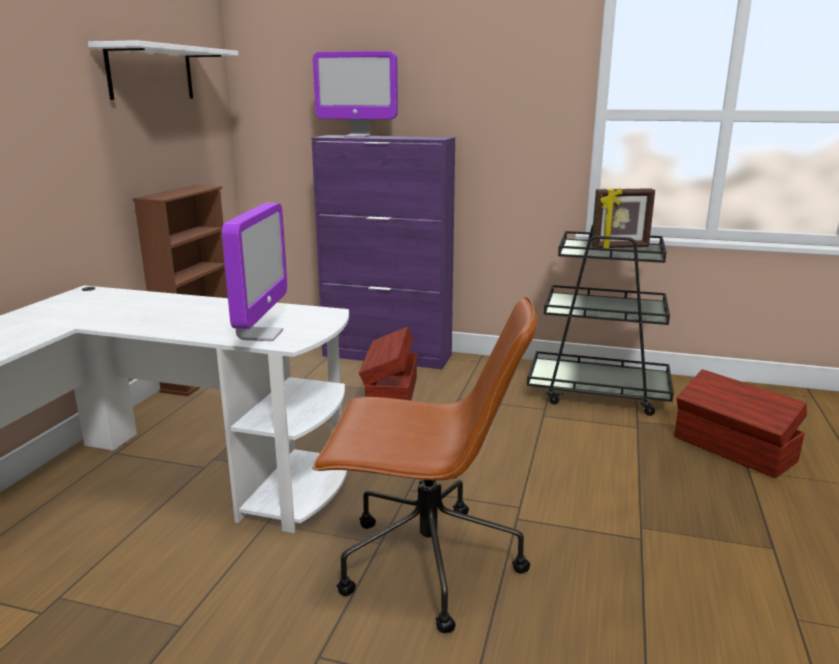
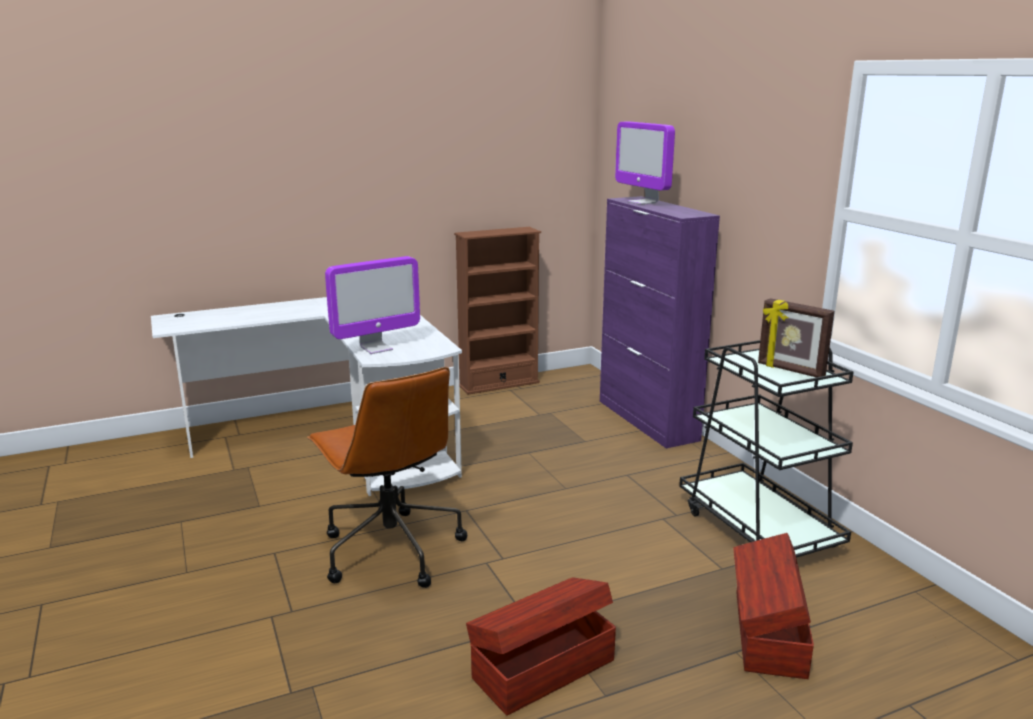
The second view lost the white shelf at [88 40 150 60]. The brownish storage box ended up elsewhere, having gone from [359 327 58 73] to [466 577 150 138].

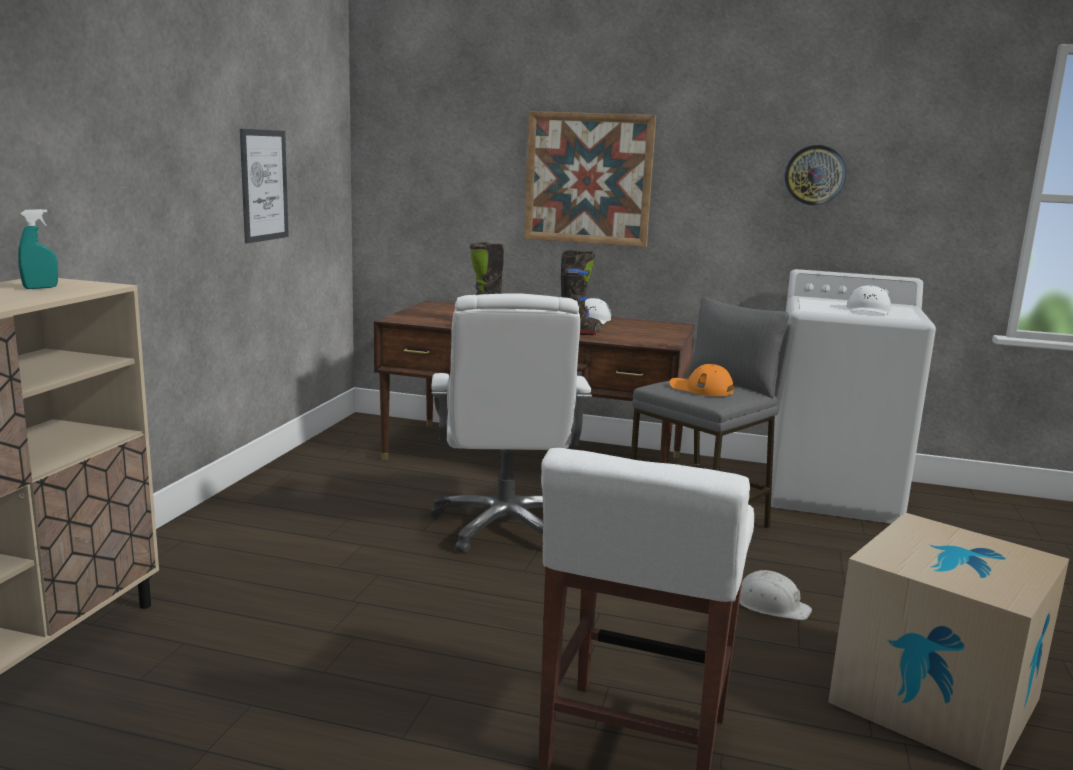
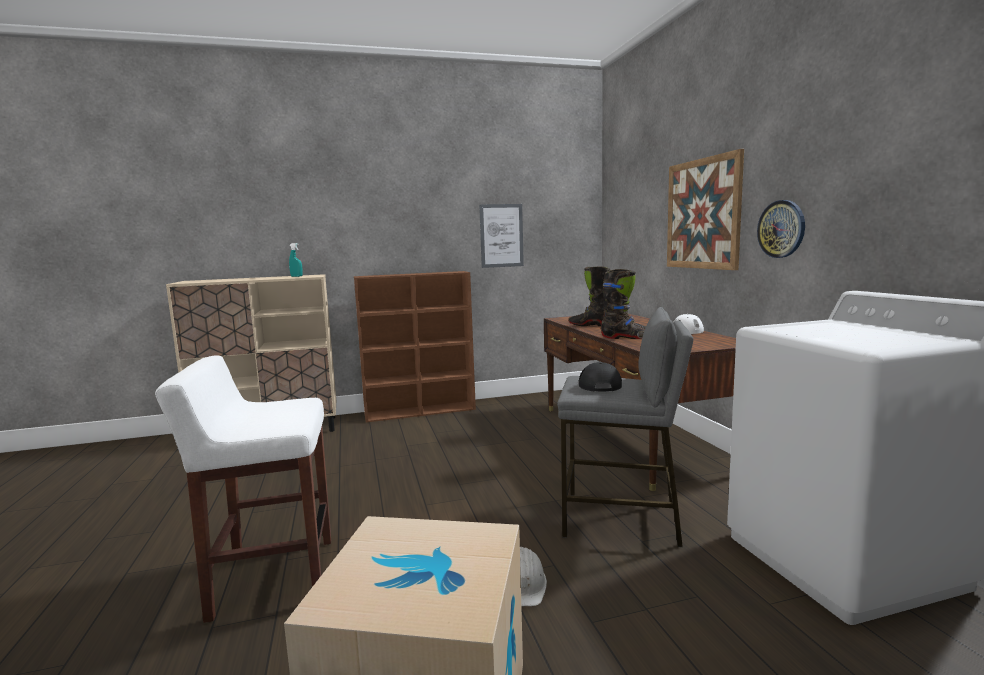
The second view lost the white computer chair at [430 293 162 260]. The second view lost the white peaked cap at [847 285 44 30]. The second view gained the brownish bookcase at [354 271 122 151]. The clock on the wall ended up elsewhere, having gone from [785 145 61 61] to [757 200 48 58]. What was the orange peaked cap at [670 364 64 32] turned into the blackish peaked cap at [579 362 43 30].

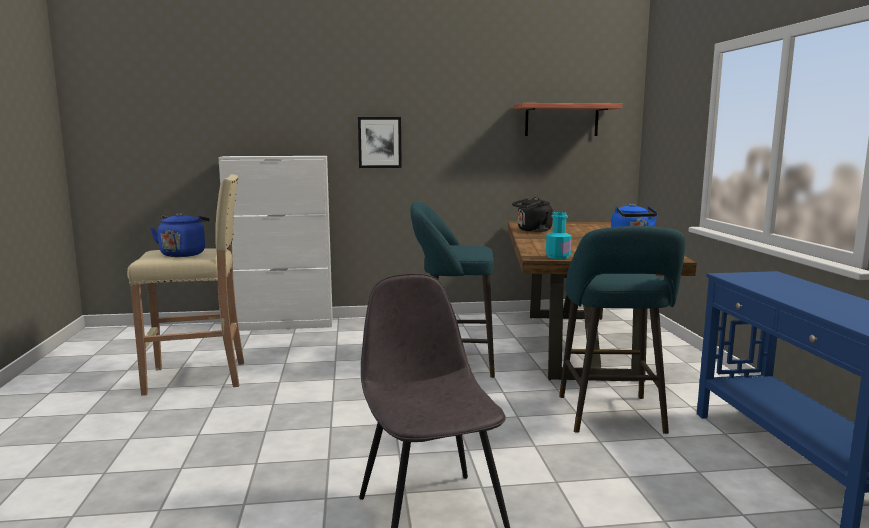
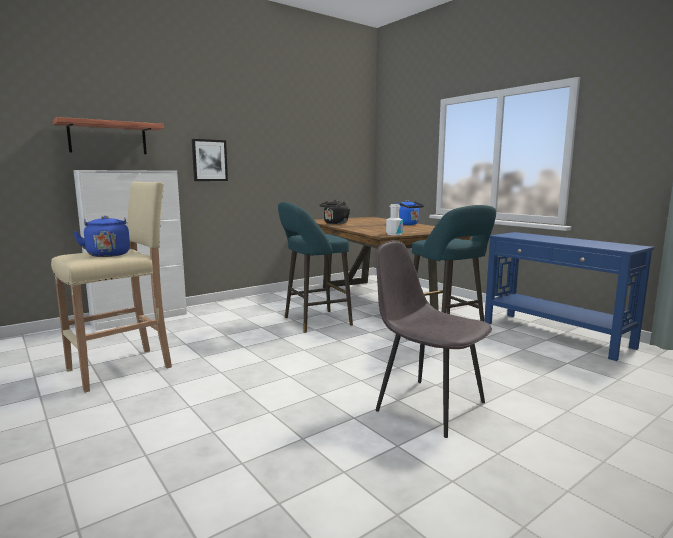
The shelf ended up elsewhere, having gone from [515 103 107 33] to [53 117 111 37]. What was the blue-green bottle at [546 212 26 47] turned into the white bottle at [386 204 17 31].

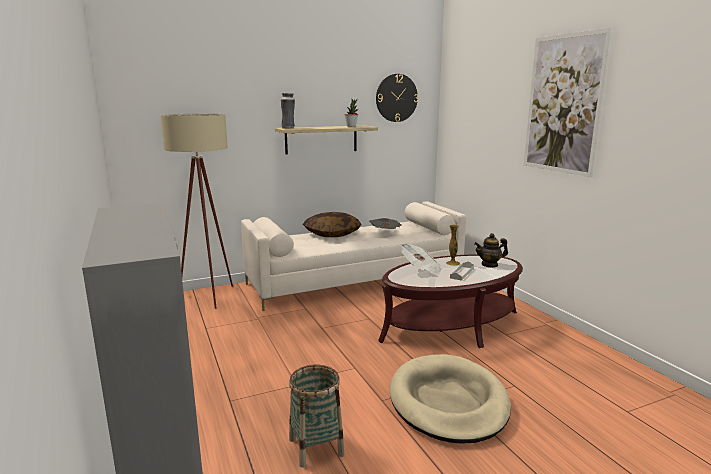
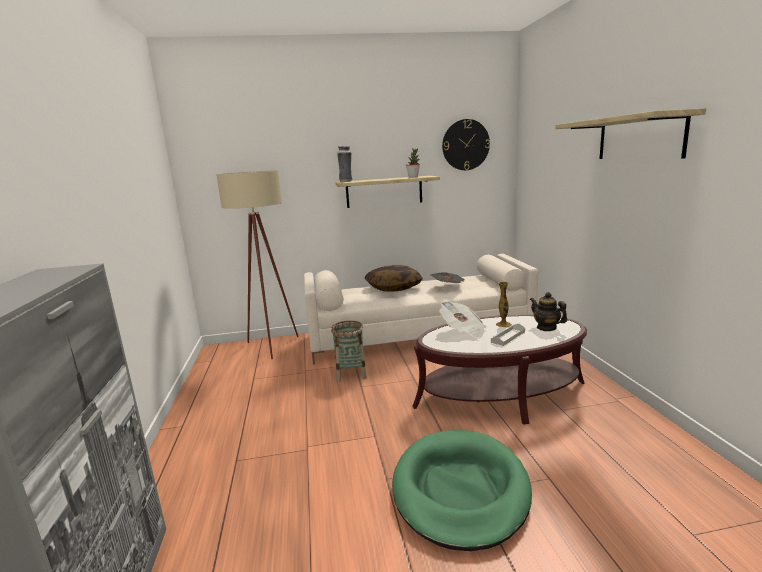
The household basket ended up elsewhere, having gone from [289 365 55 103] to [331 321 36 61]. Where the wall picture hung at [524 28 88 149], the shelf came to hang at [555 108 151 51]. What was the sand-coloured dog cushion at [390 354 121 90] turned into the green-coloured dog cushion at [392 430 140 121]. The pot for tea at [474 233 34 35] ended up facing another way, 45 degrees clockwise from before.

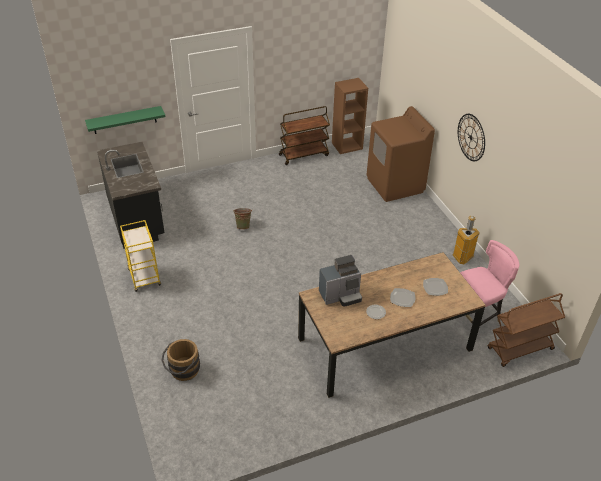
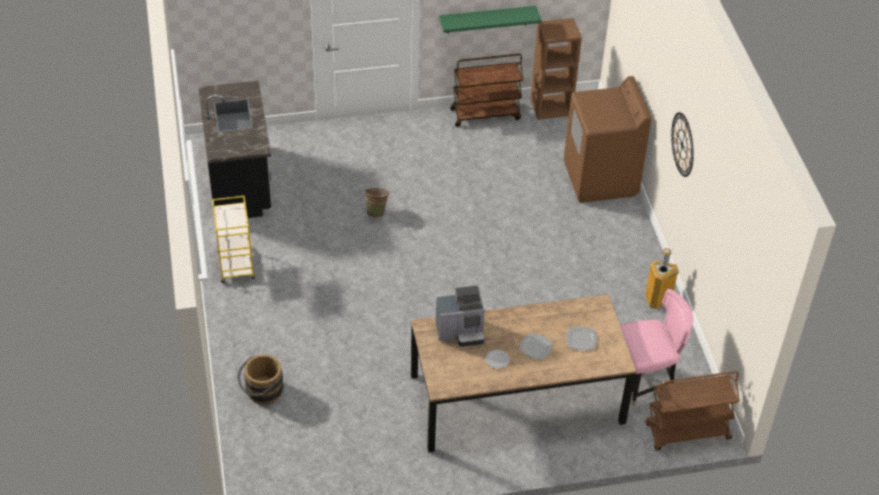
The green-coloured shelf ended up elsewhere, having gone from [85 106 80 28] to [439 6 103 27].

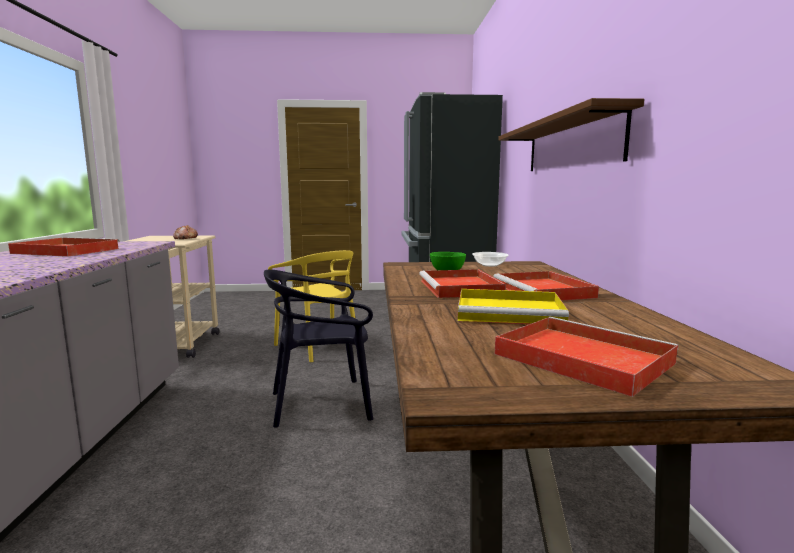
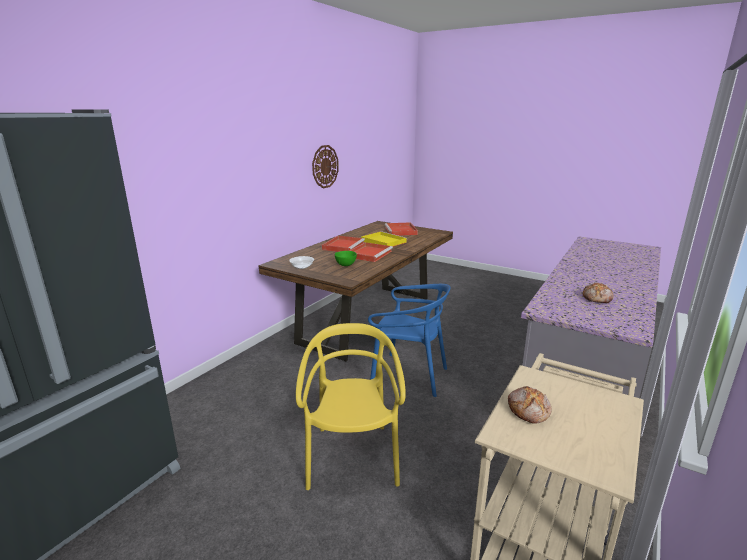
The second view lost the brownish shelf at [498 98 147 73]. The second view gained the clock on the wall at [312 145 27 43]. Where the red serving tray stood at [8 237 112 20], the bakery bread came to stand at [583 283 31 20]. What was the blackish upright chair at [264 269 109 159] turned into the bluish upright chair at [368 284 83 113].

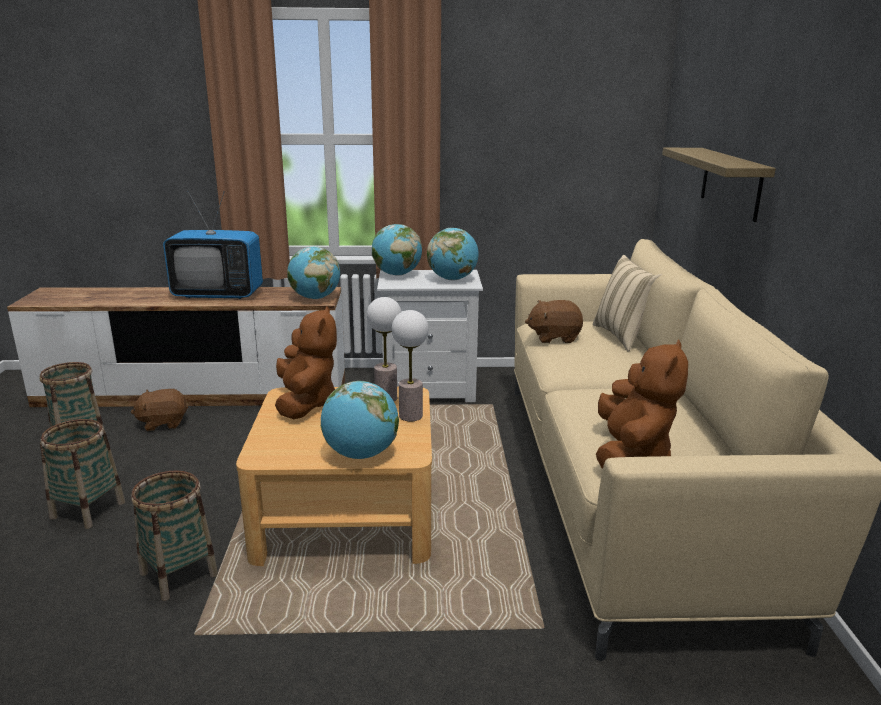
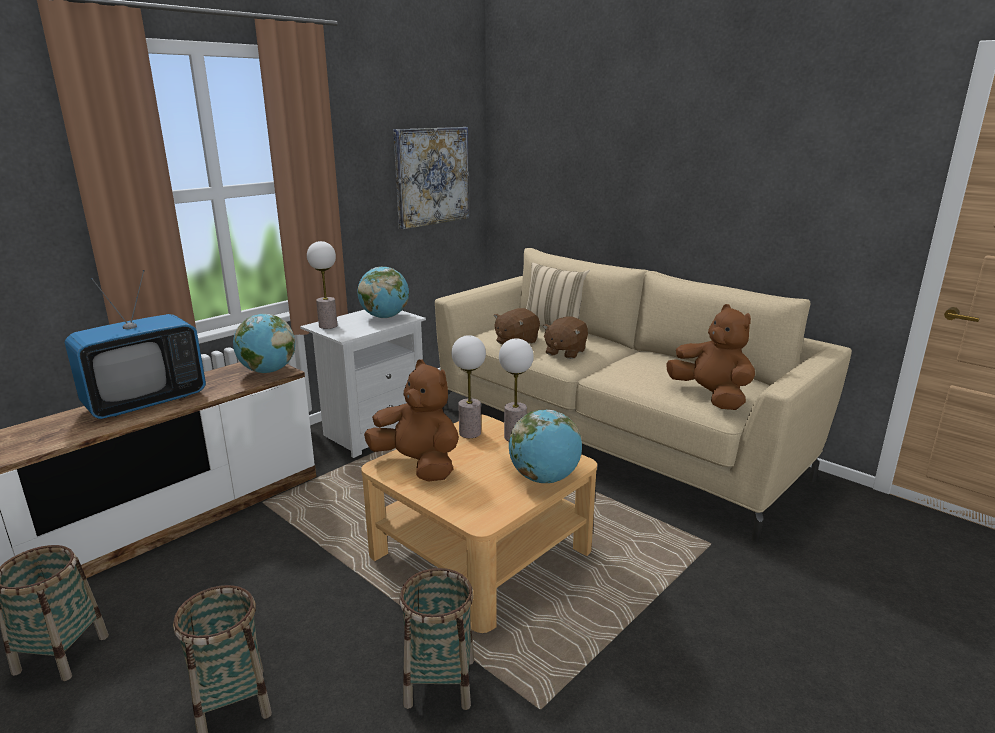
The second view lost the shelf at [662 148 114 74]. The second view gained the wall picture at [393 127 76 102]. The brownish soft toy ended up elsewhere, having gone from [131 389 57 42] to [543 316 45 43]. Where the globe stood at [372 224 50 52], the lamp for a table came to stand at [307 241 30 88].

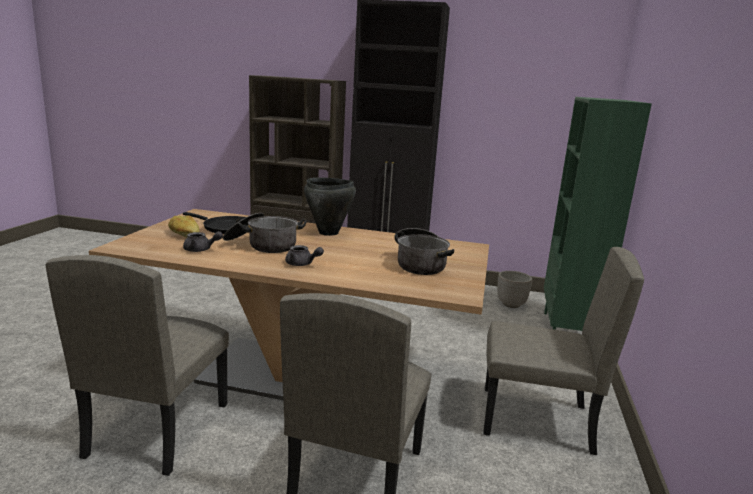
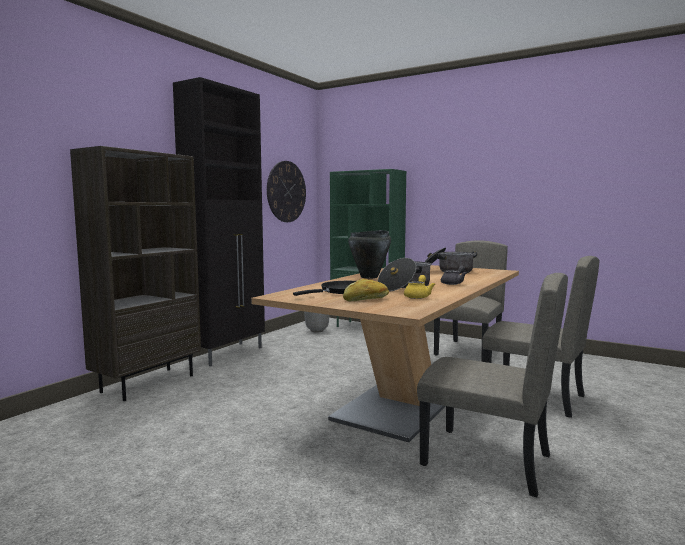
The second view gained the clock on the wall at [267 161 39 61]. What was the gray pot for tea at [183 231 40 21] turned into the yellow pot for tea at [404 275 31 24].

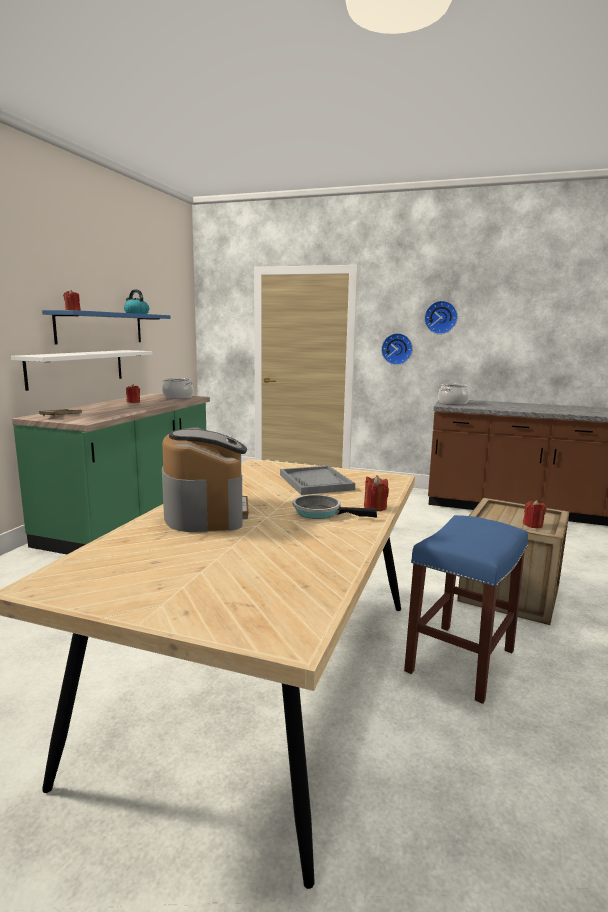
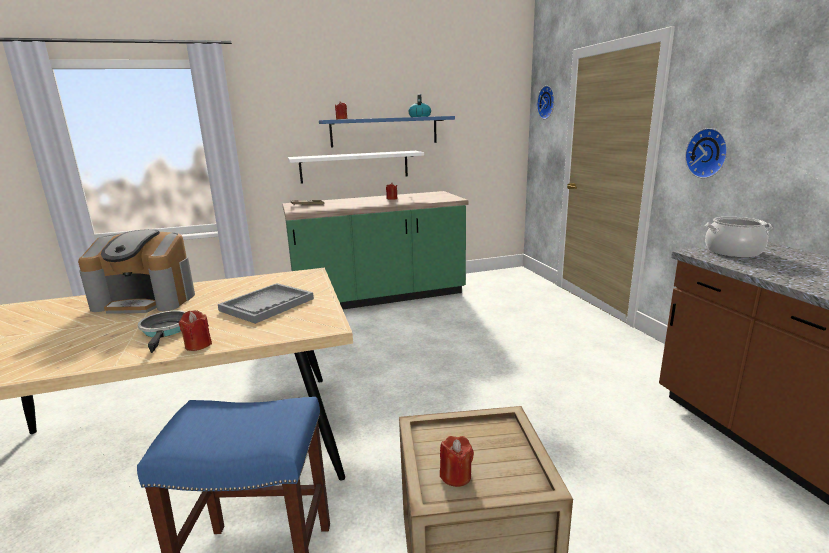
The second view lost the saucepot at [162 378 31 21]. The clock on the wall ended up elsewhere, having gone from [424 301 34 33] to [537 86 18 33]. The coffee maker at [162 427 87 105] ended up facing another way, 45 degrees clockwise from before.

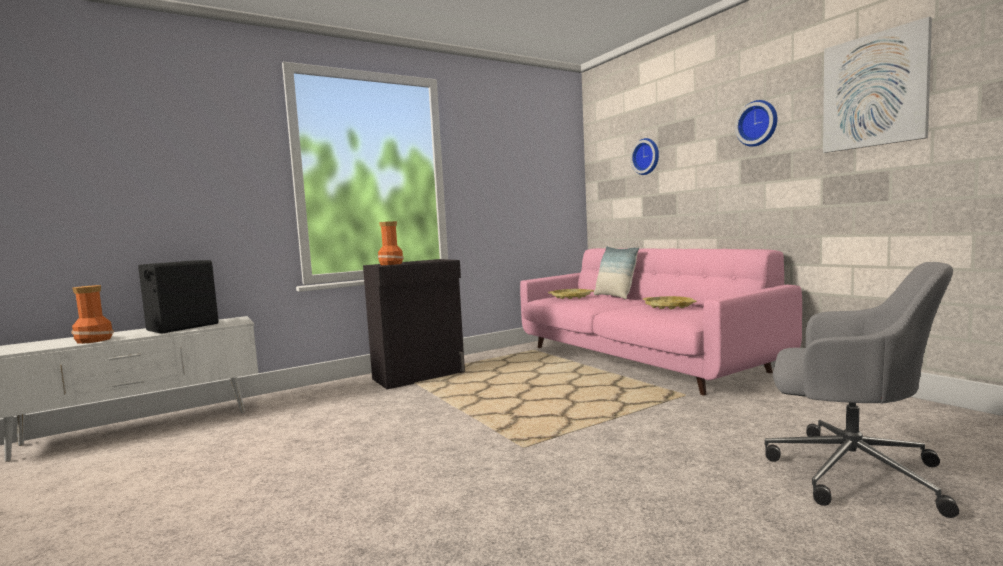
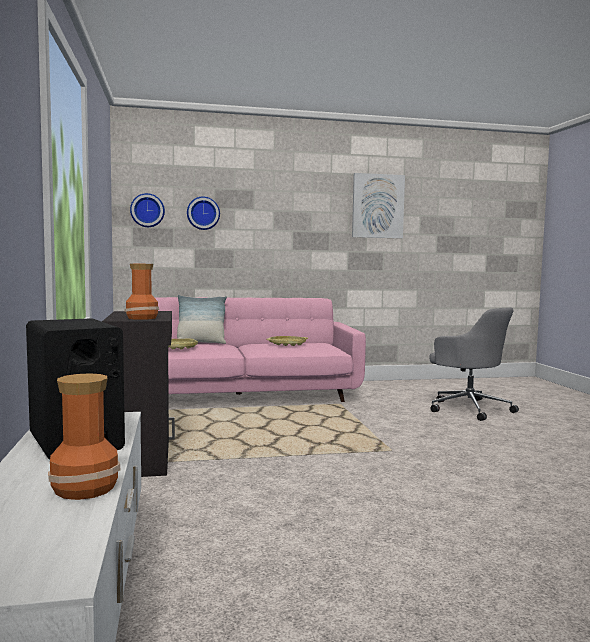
The clock on the wall ended up elsewhere, having gone from [735 100 42 47] to [130 193 35 34]. The gray computer chair at [765 262 194 256] ended up facing another way, 90 degrees clockwise from before.

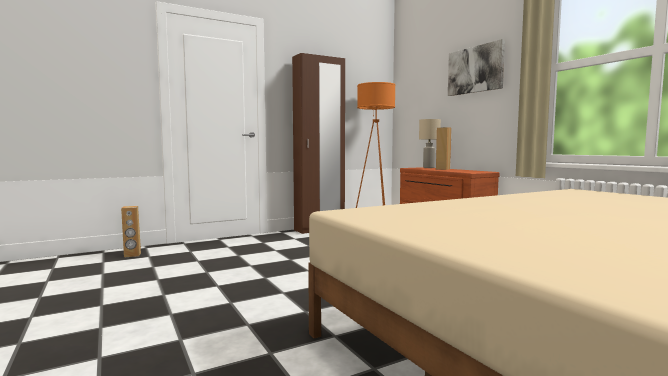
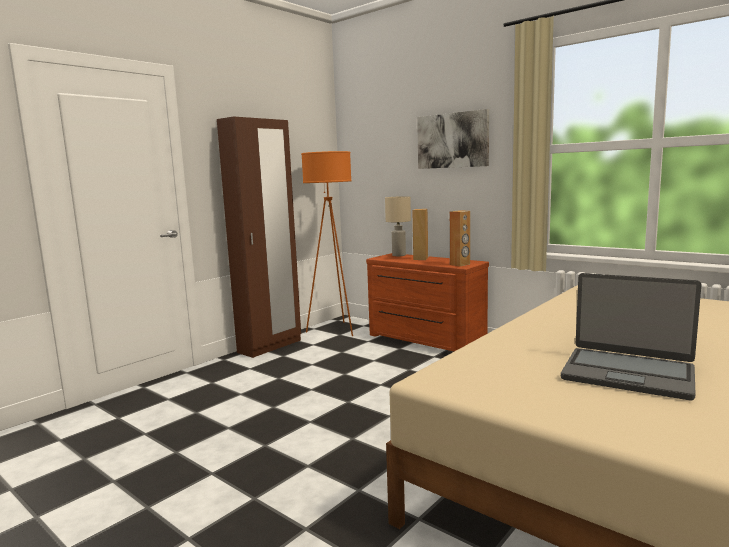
The second view gained the notebook computer at [561 273 140 127]. The brownish loudspeaker ended up elsewhere, having gone from [121 206 20 52] to [450 210 20 56].

